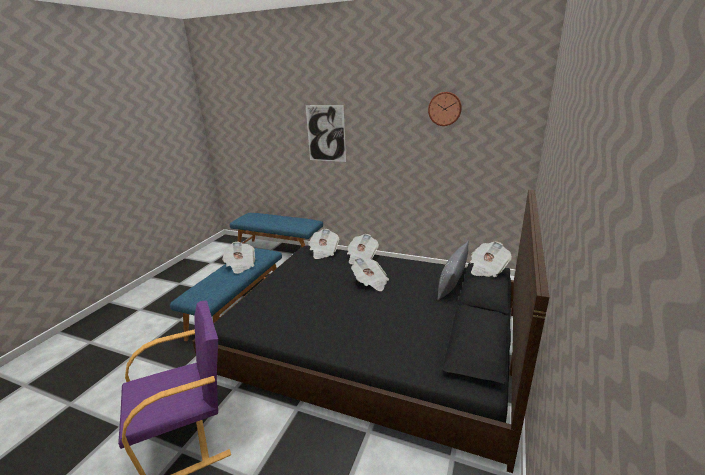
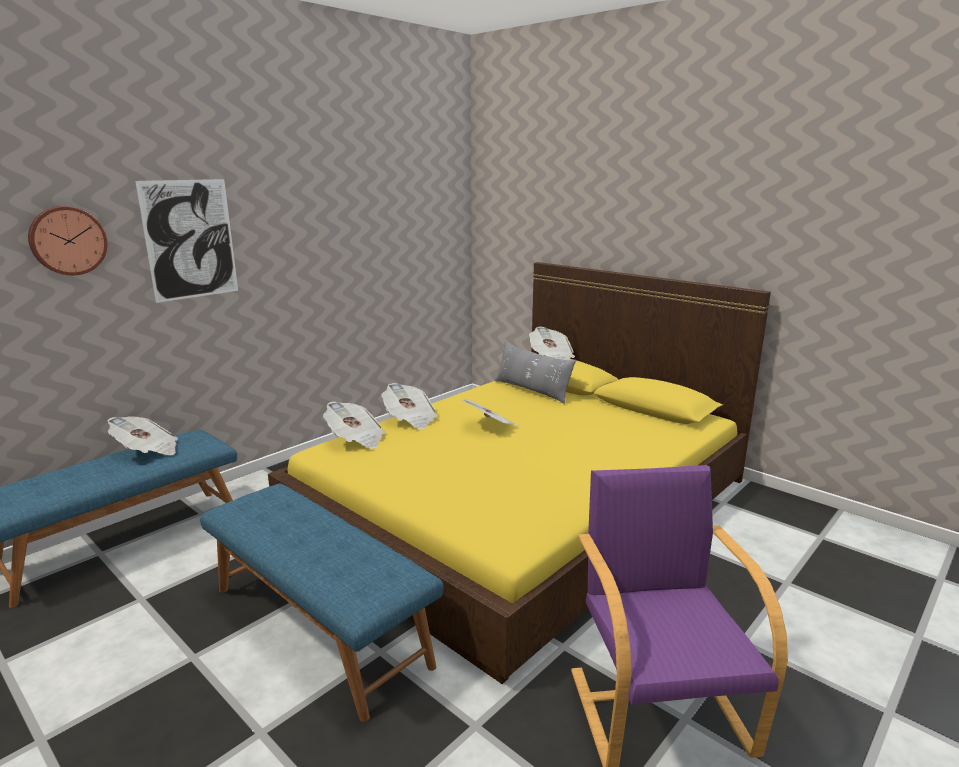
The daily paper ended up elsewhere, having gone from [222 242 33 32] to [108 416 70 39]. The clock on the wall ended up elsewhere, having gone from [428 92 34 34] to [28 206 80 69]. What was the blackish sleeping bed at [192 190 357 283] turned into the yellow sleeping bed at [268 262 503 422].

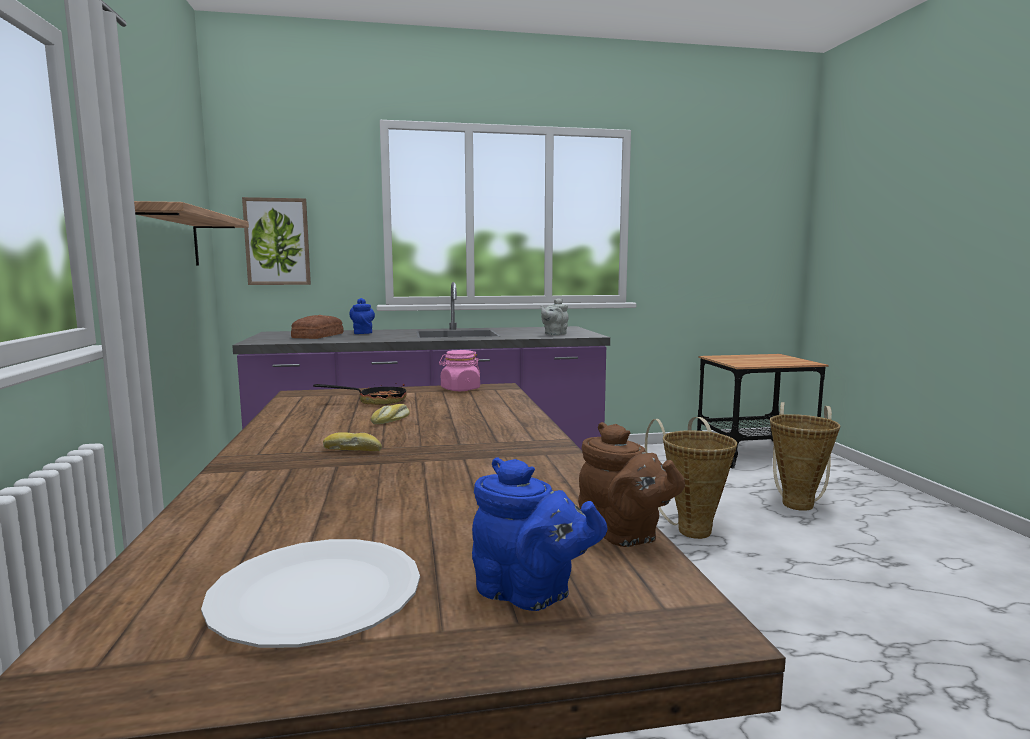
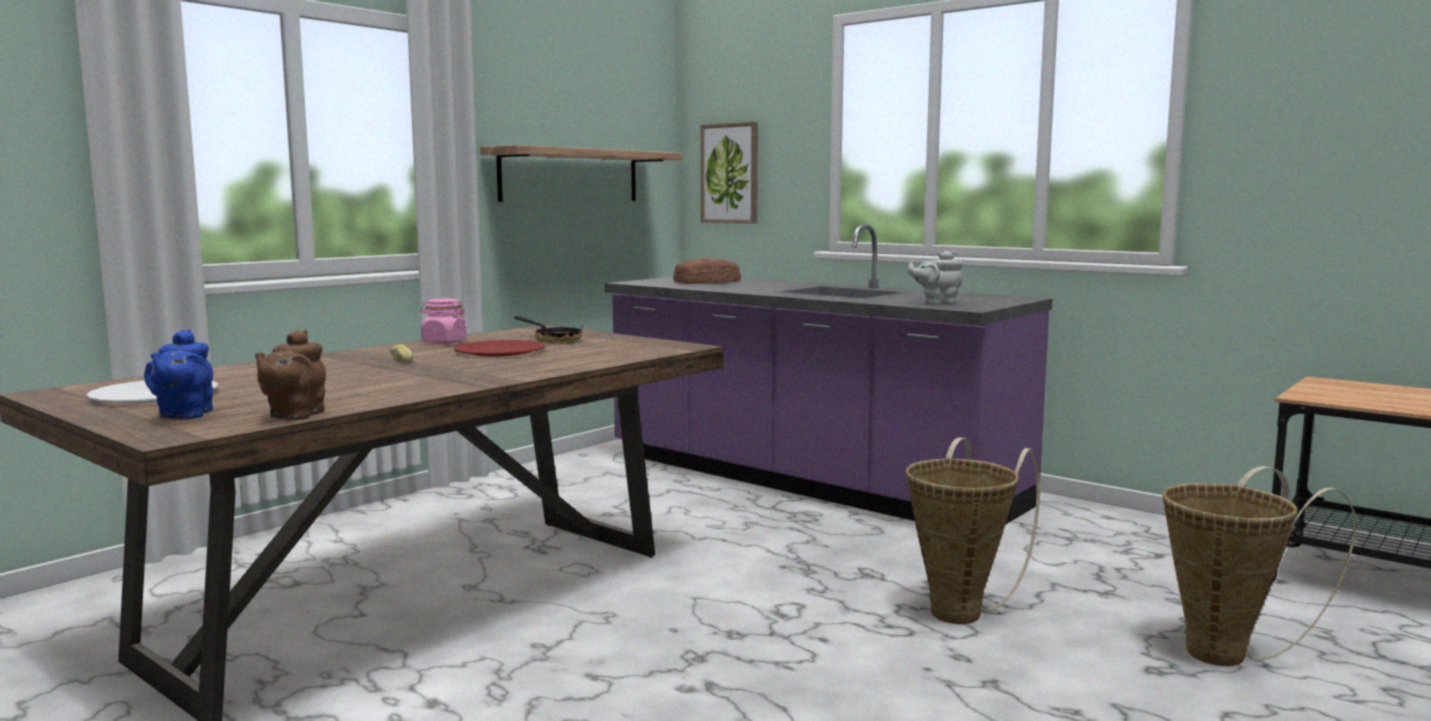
The second view lost the bluish pot for tea at [349 298 26 36]. The pink-coloured jar ended up elsewhere, having gone from [439 350 41 41] to [420 298 47 46]. Where the bakery bread stood at [371 404 39 20], the red flat dish came to stand at [453 340 93 16].

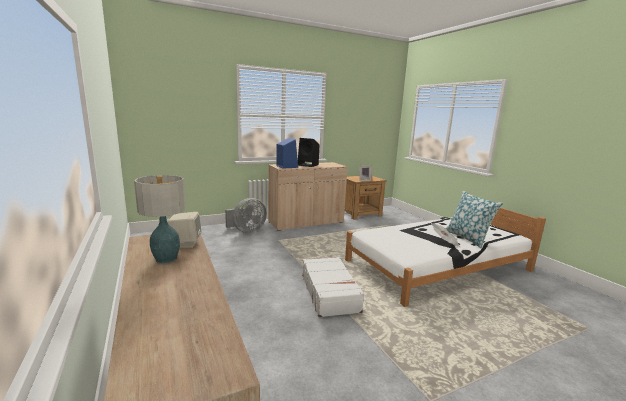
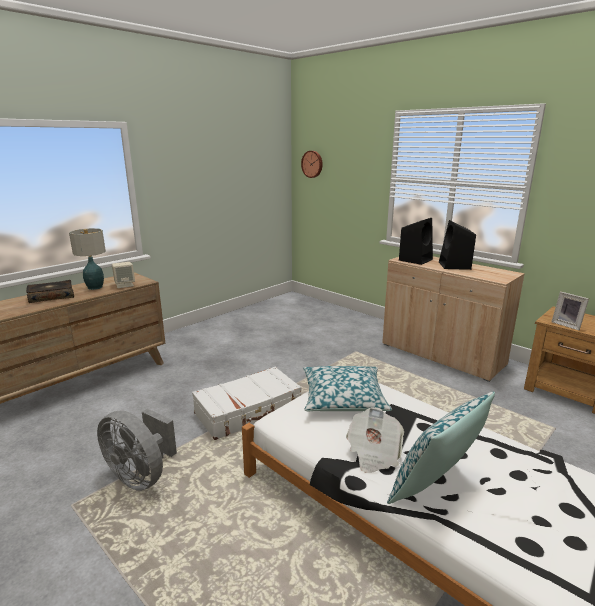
The second view gained the volume at [26 280 48 23]. The second view gained the clock on the wall at [301 151 22 27]. The second view gained the cushion at [303 366 89 45]. The gray electric fan ended up elsewhere, having gone from [225 198 42 35] to [97 408 80 83]. What was the bluish loudspeaker at [276 138 22 31] turned into the blackish loudspeaker at [399 218 34 47].

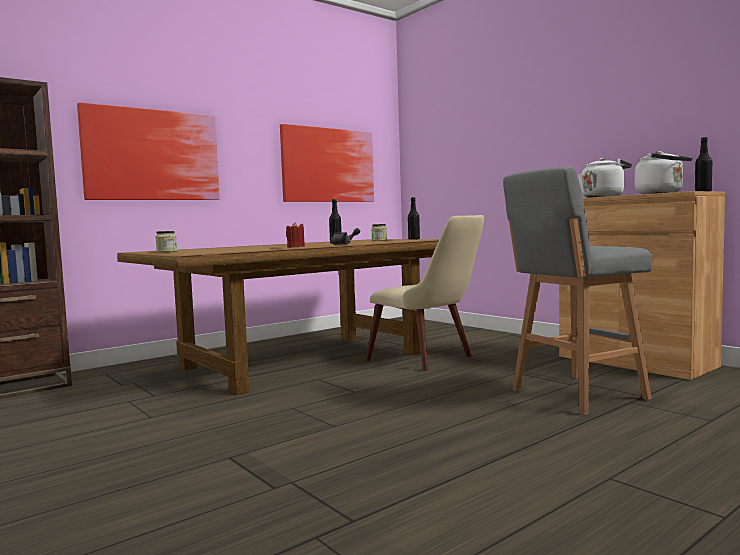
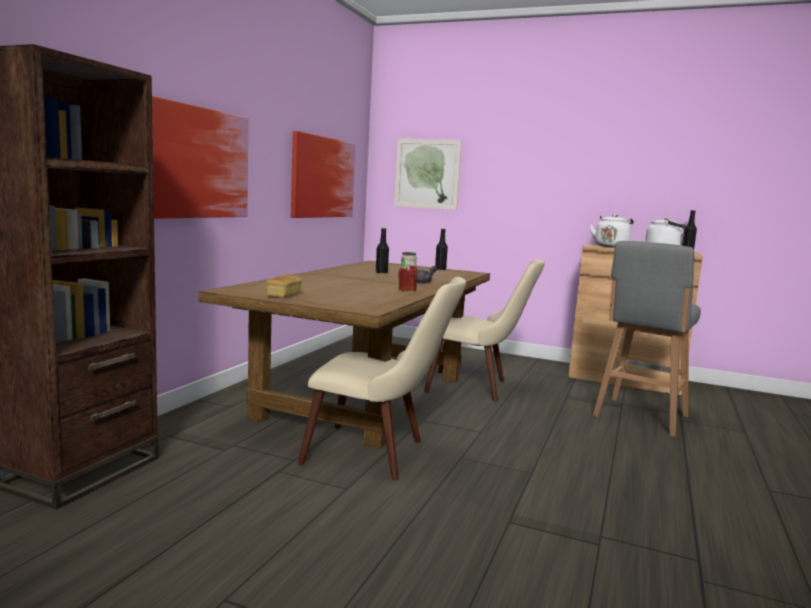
The second view gained the sand-coloured upright chair at [298 277 168 203]. The second view gained the wall picture at [394 139 68 71]. Where the jar stood at [156 231 21 22], the bakery bread came to stand at [266 274 36 23].

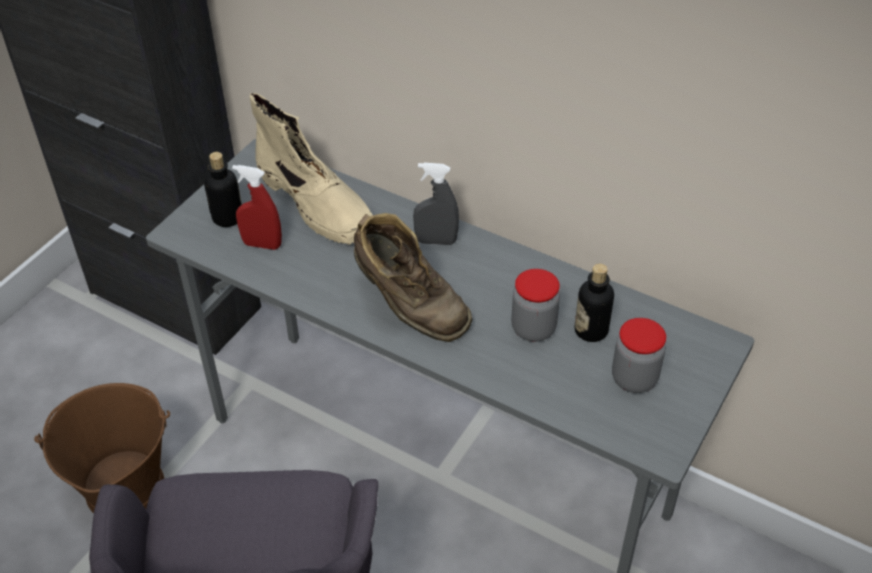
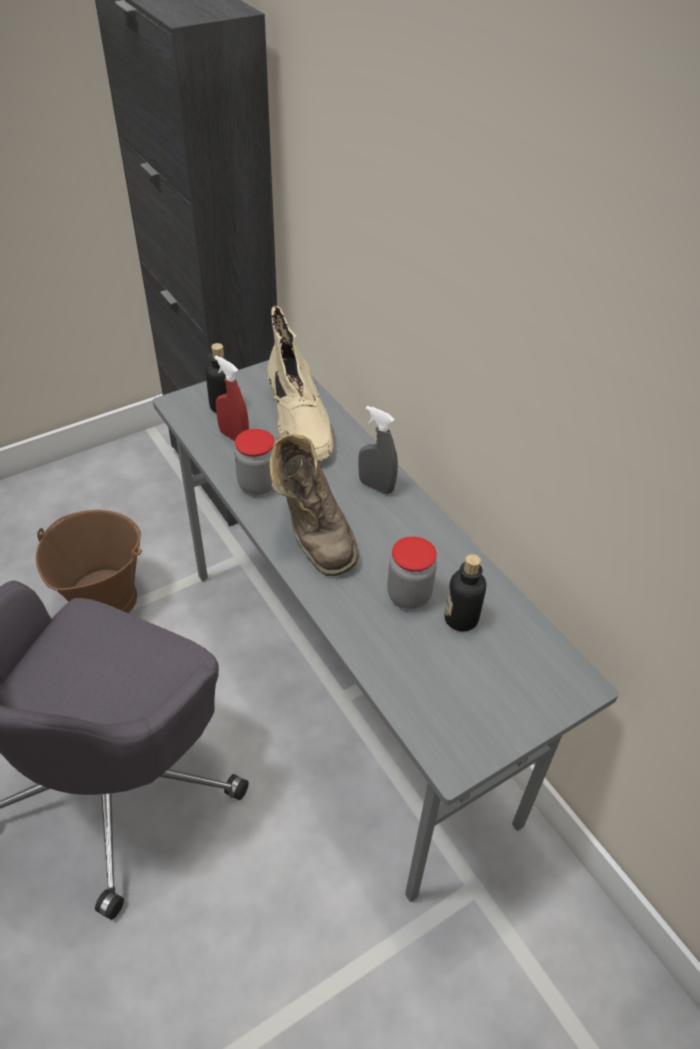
The jar ended up elsewhere, having gone from [612 318 54 75] to [234 429 41 66].

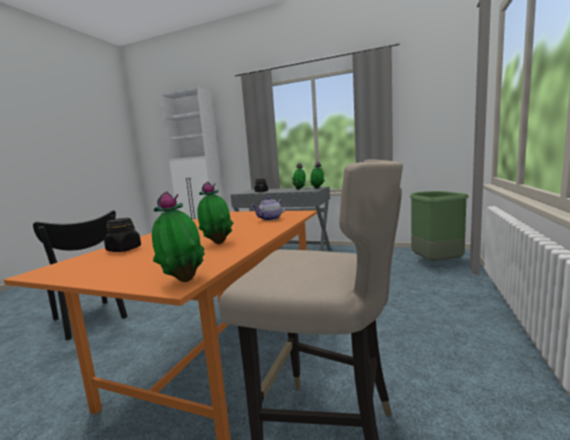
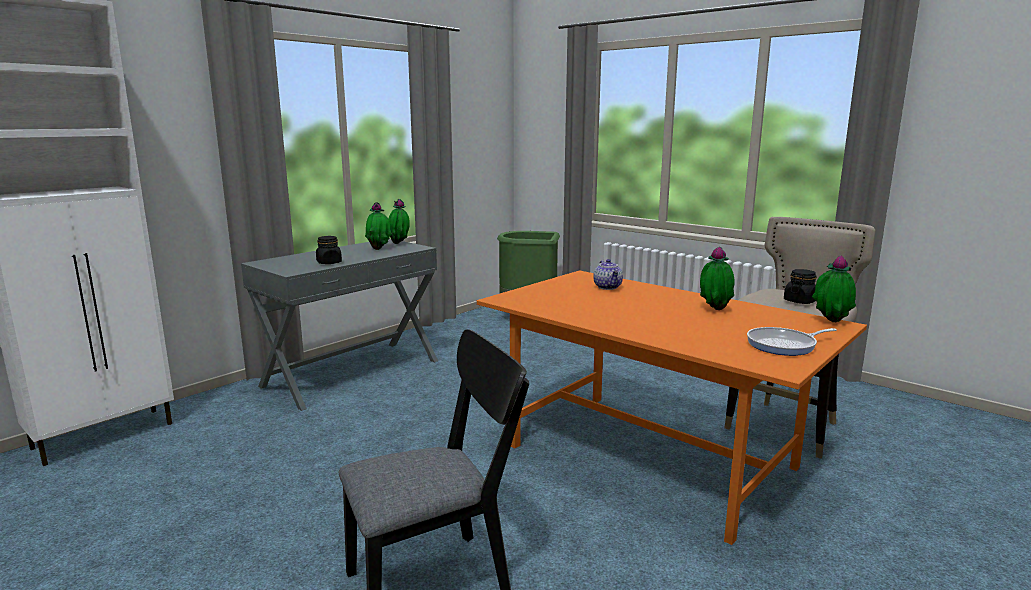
The second view gained the frying pan at [747 327 90 29]. The blackish jar ended up elsewhere, having gone from [104 218 37 34] to [784 269 33 35].

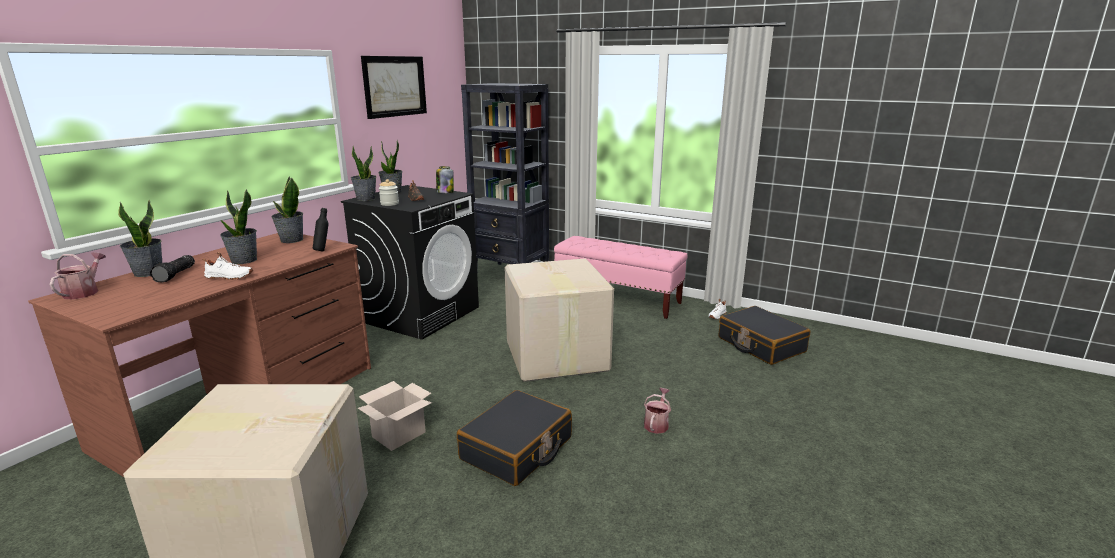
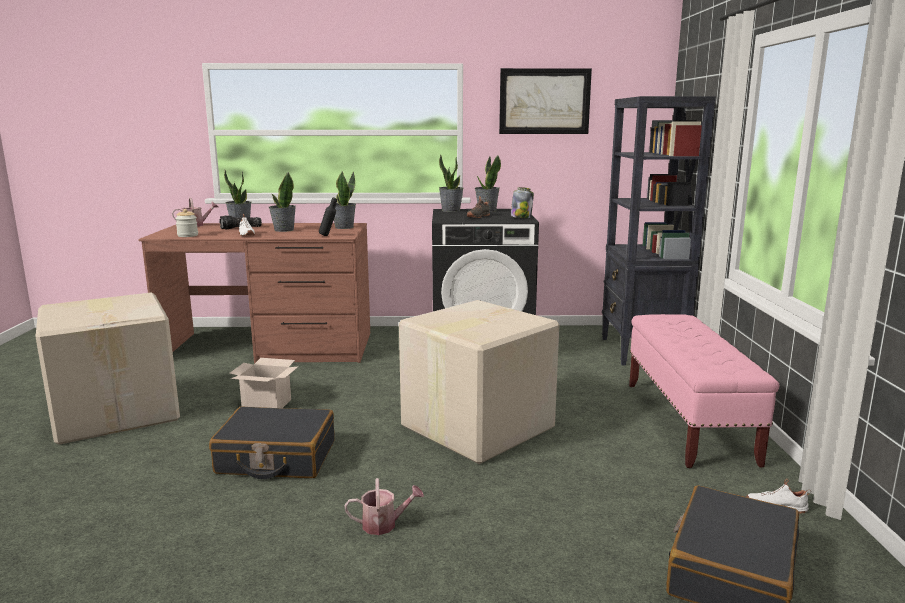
The jar ended up elsewhere, having gone from [379 179 20 27] to [175 209 23 28].

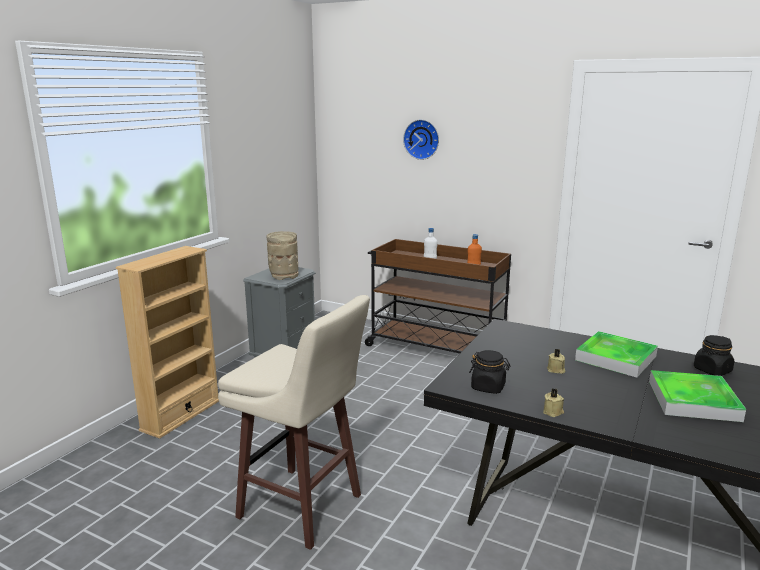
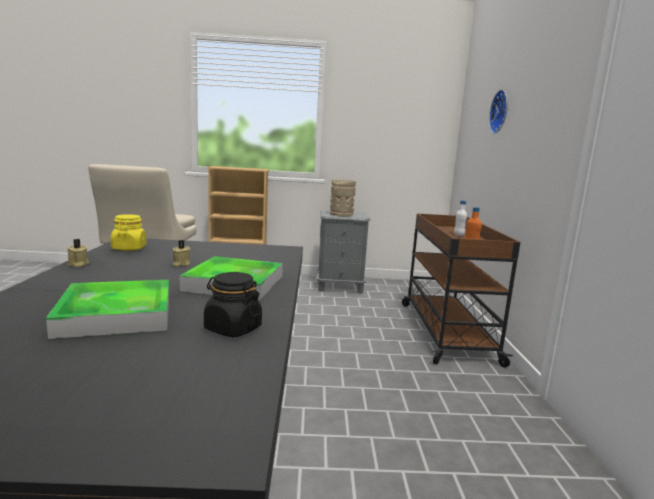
What was the blackish jar at [469 350 42 44] turned into the yellow jar at [111 214 35 37].

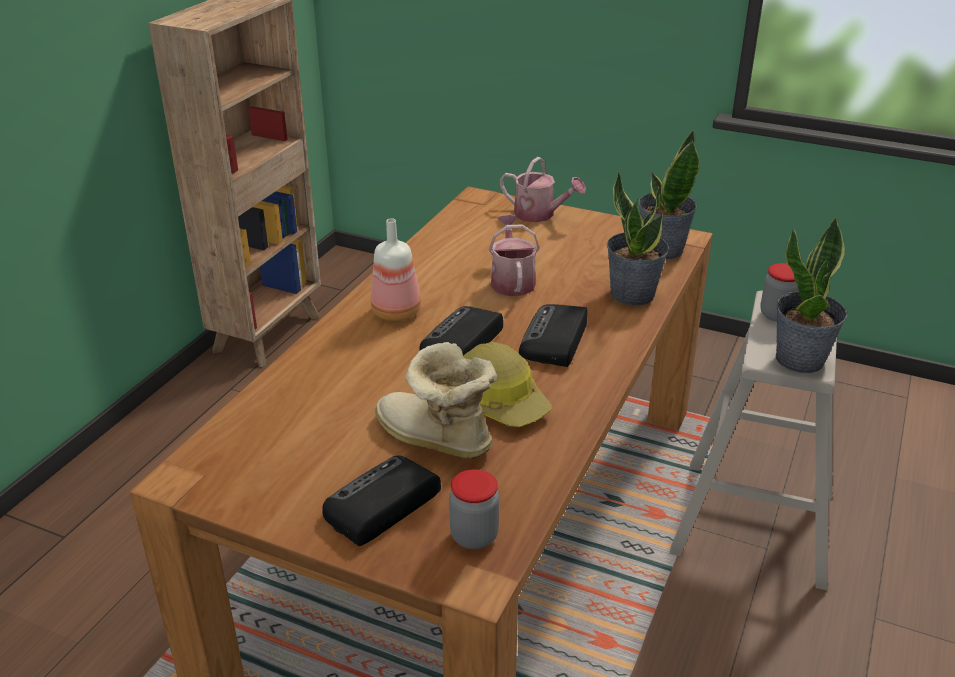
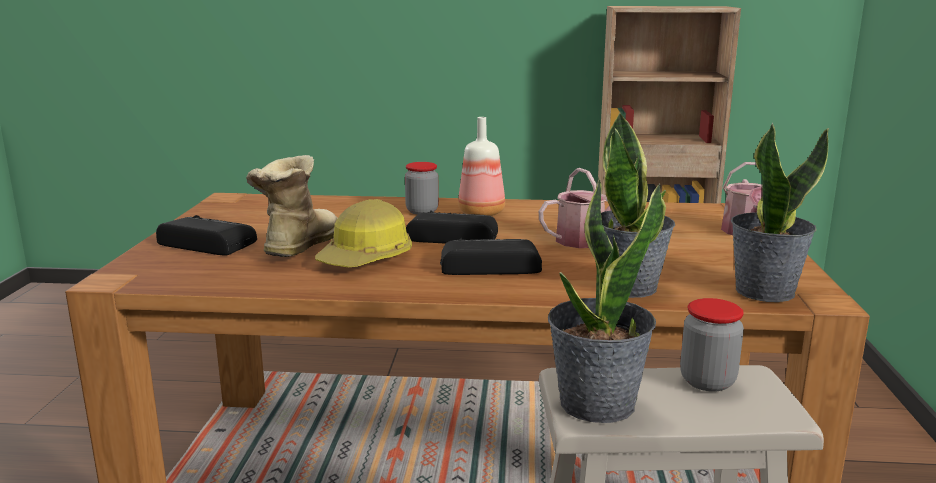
The jar ended up elsewhere, having gone from [449 469 50 80] to [405 162 34 53].

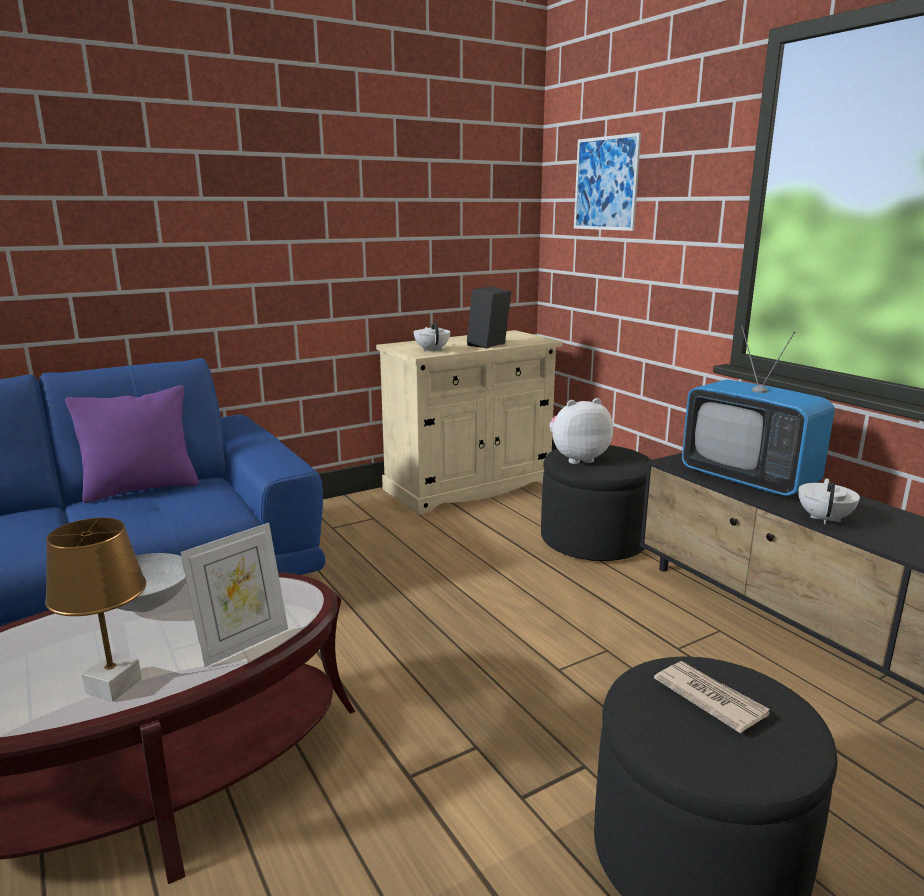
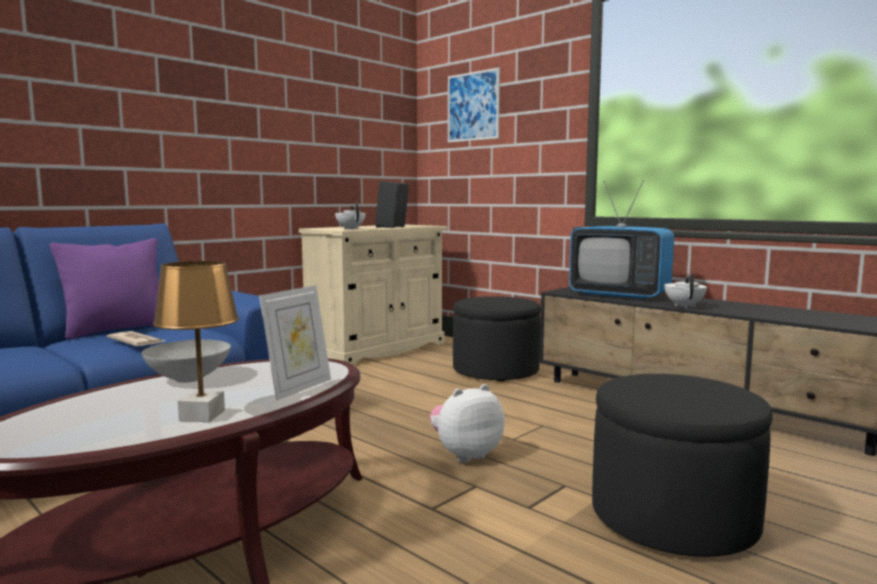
The soft toy ended up elsewhere, having gone from [549 398 64 66] to [430 384 74 79]. The daily paper ended up elsewhere, having gone from [654 661 116 72] to [107 331 59 15].

